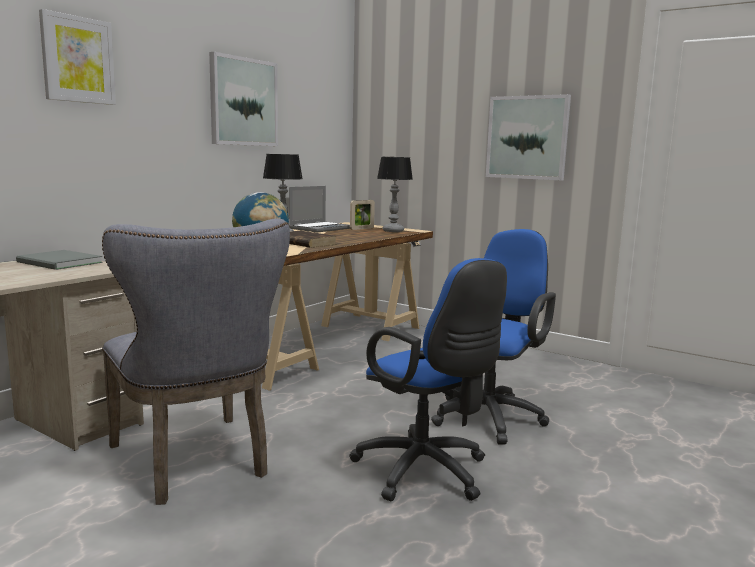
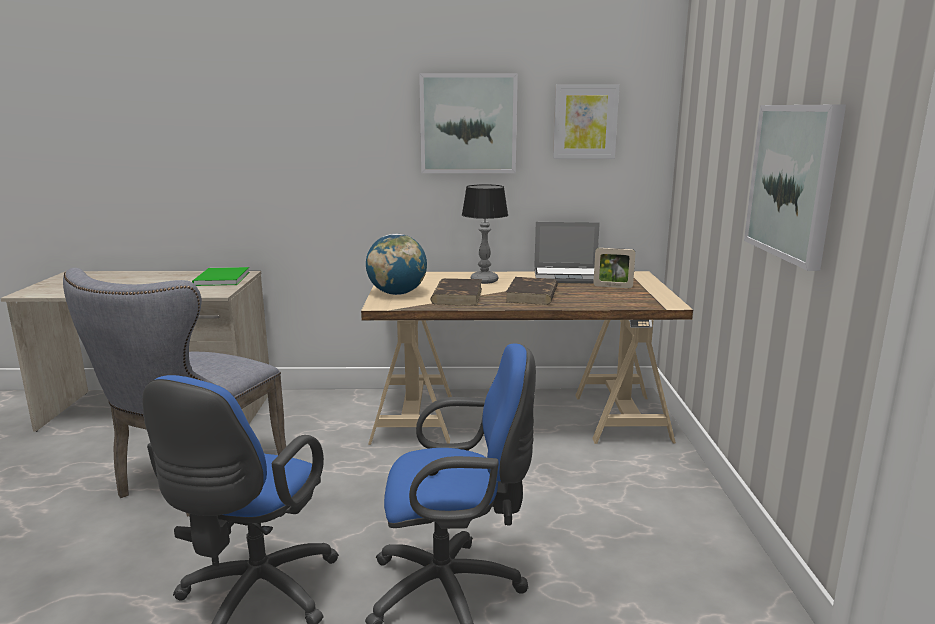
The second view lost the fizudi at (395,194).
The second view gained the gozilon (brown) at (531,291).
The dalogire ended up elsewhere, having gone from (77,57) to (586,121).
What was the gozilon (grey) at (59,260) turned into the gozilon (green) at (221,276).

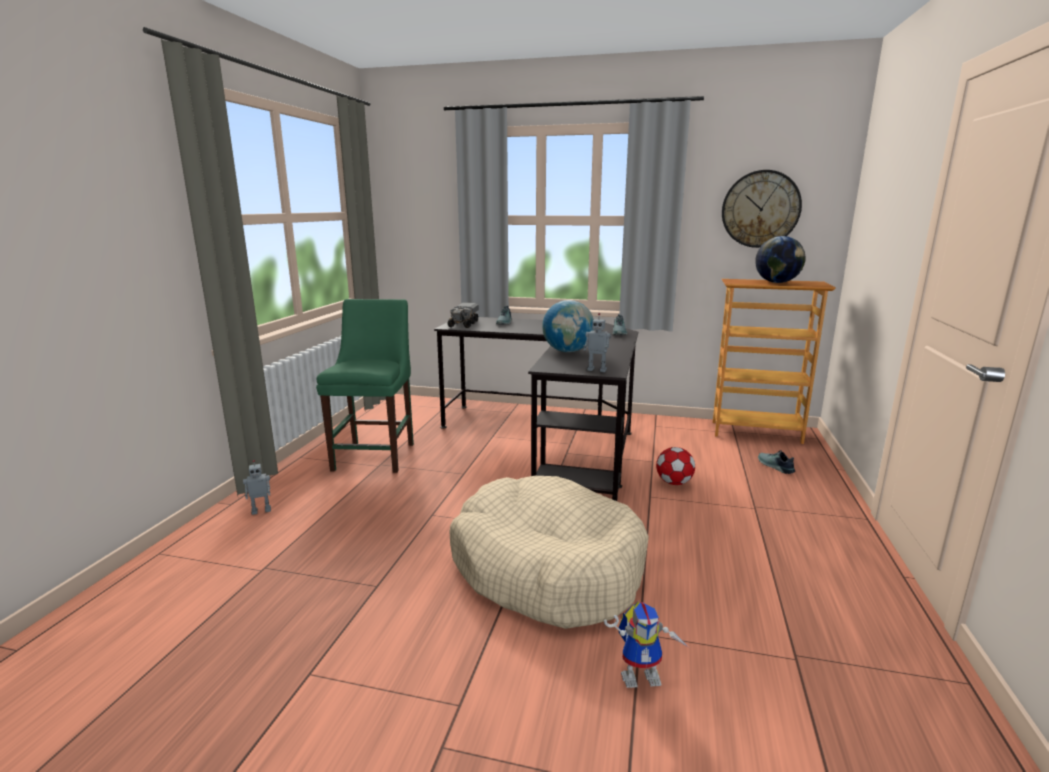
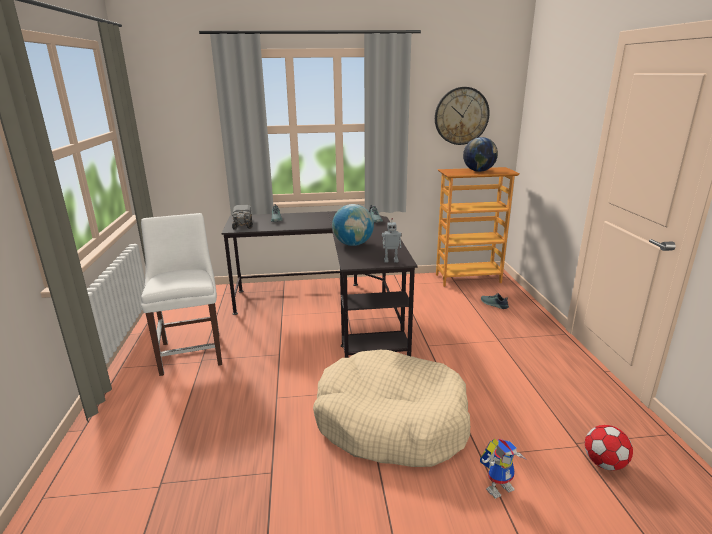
The second view lost the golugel at (257,487).
The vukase ended up elsewhere, having gone from (675,466) to (609,448).
What was the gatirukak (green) at (365,386) turned into the gatirukak (white) at (181,294).

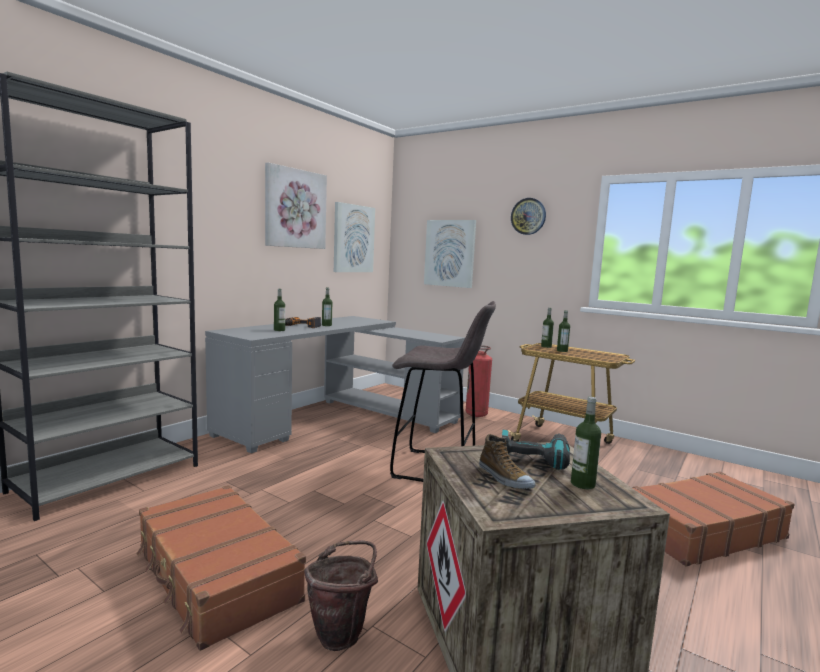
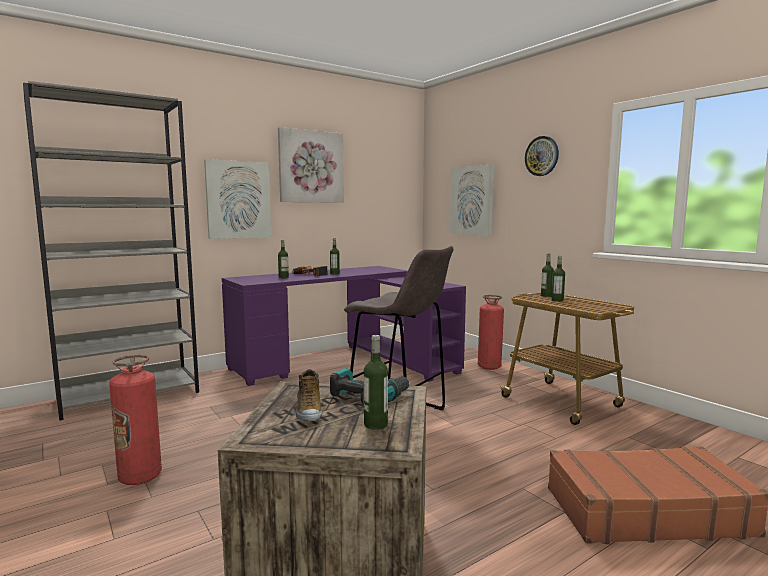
The second view lost the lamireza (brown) at (341,595).
The dalogire ended up elsewhere, having gone from (354,237) to (237,199).
Where the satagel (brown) stood at (221,568), the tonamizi came to stand at (135,420).
What was the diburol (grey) at (335,384) turned into the diburol (purple) at (344,326).

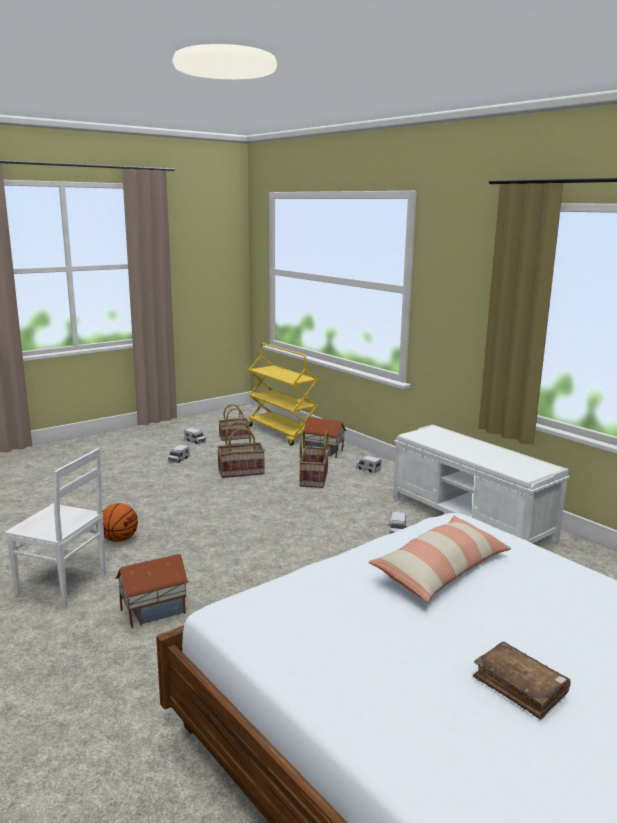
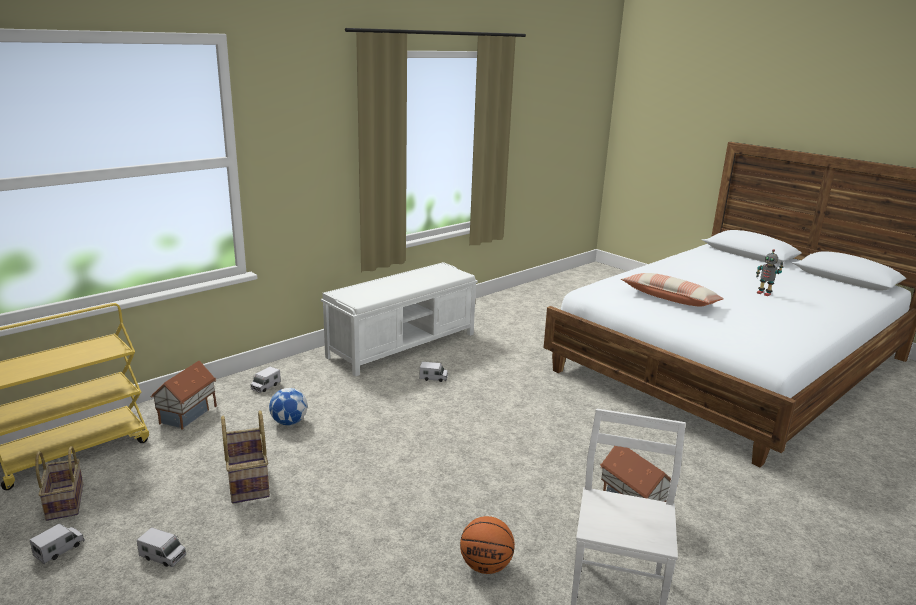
Where the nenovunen stood at (314,459), the vukase came to stand at (288,406).
Where the gozilon (brown) stood at (522,681), the golugel came to stand at (769,272).

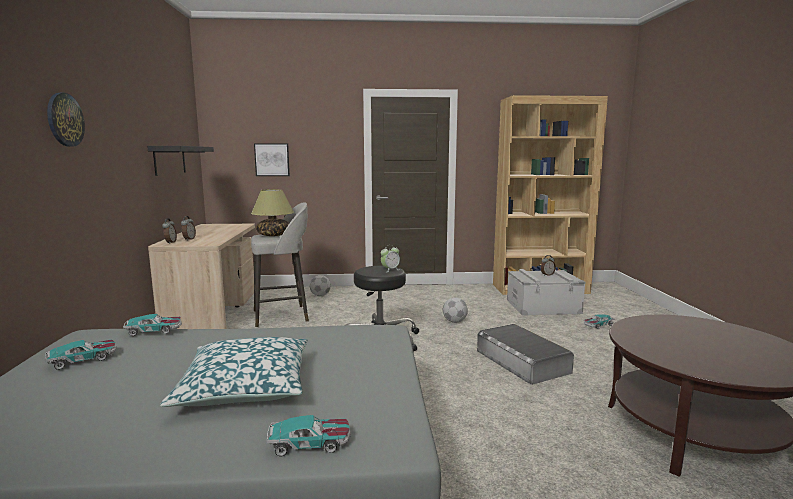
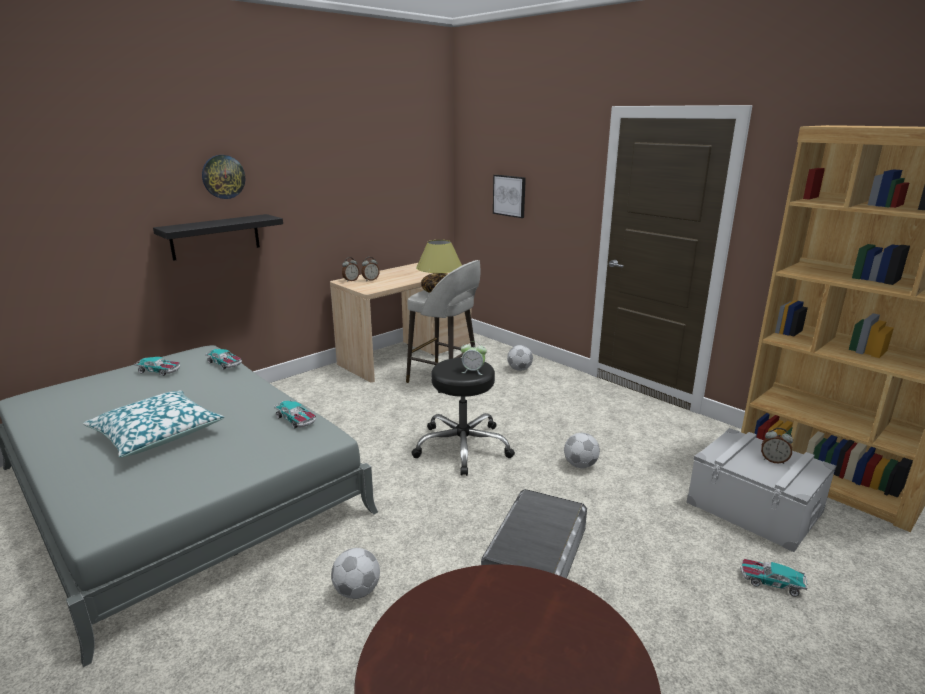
The second view gained the vukase at (355,573).
The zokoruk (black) ended up elsewhere, having gone from (180,161) to (218,237).
The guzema ended up elsewhere, having gone from (308,436) to (295,414).

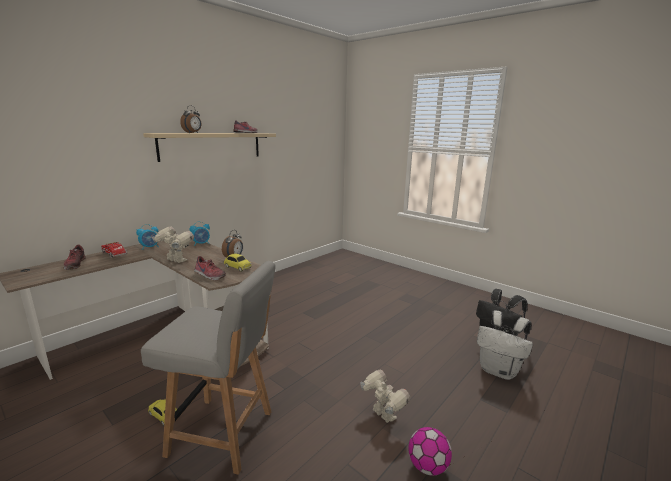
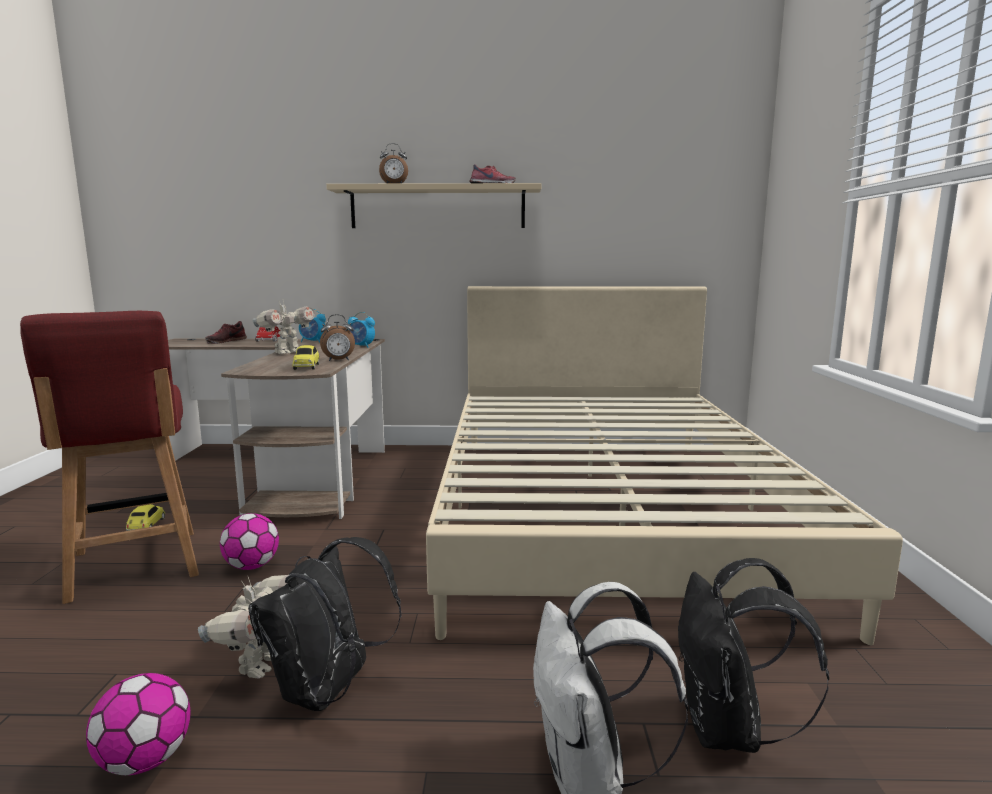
The second view lost the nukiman at (210,268).
The second view gained the vukase at (249,541).
The second view gained the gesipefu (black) at (325,624).
The second view gained the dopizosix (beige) at (664,465).
What was the gatirukak (grey) at (208,368) turned into the gatirukak (red) at (109,457).
The golugel at (173,244) ended up facing another way, 45 degrees clockwise from before.

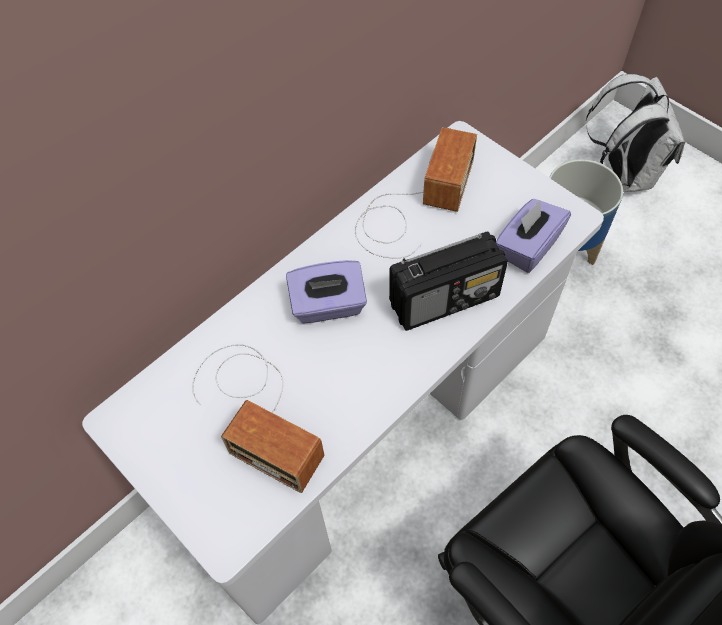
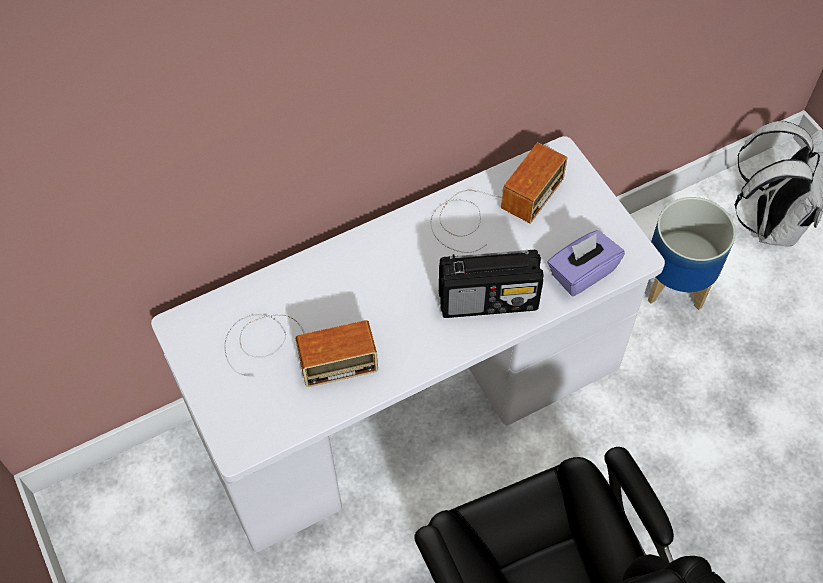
The second view lost the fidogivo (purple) at (326,291).
The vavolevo at (258,418) ended up facing another way, 60 degrees counterclockwise from before.

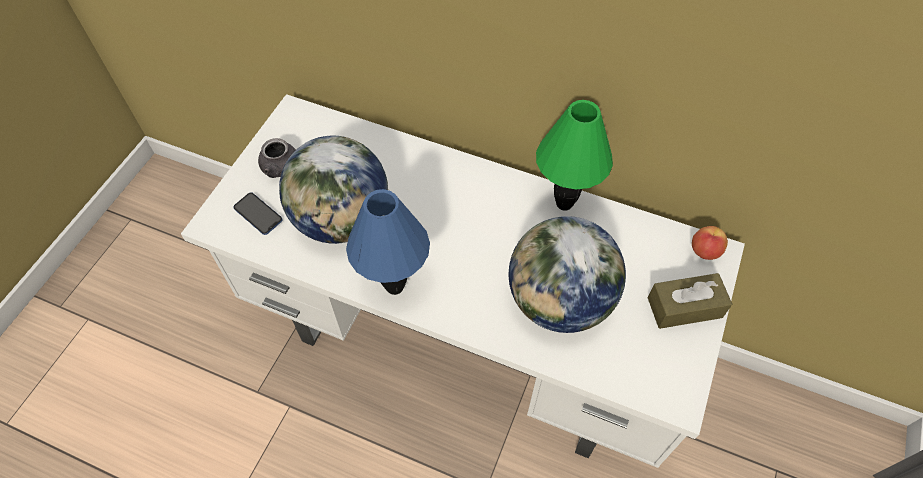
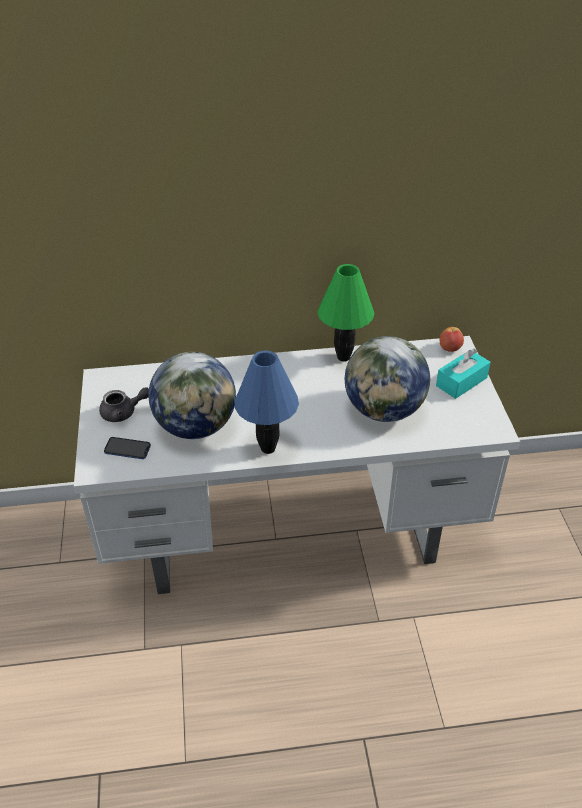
What was the fidogivo (brown) at (690,301) turned into the fidogivo (turquoise) at (463,374).

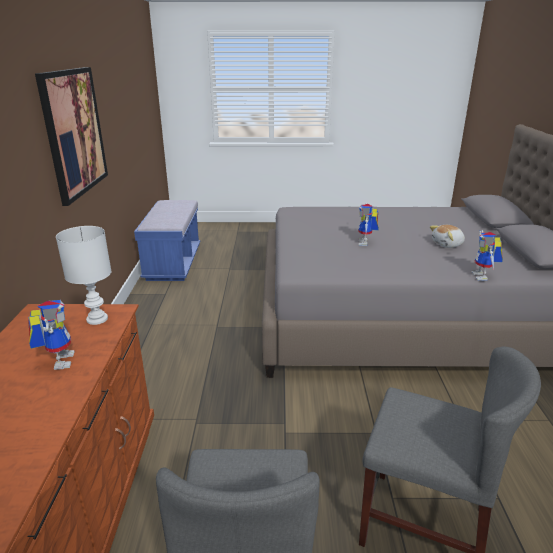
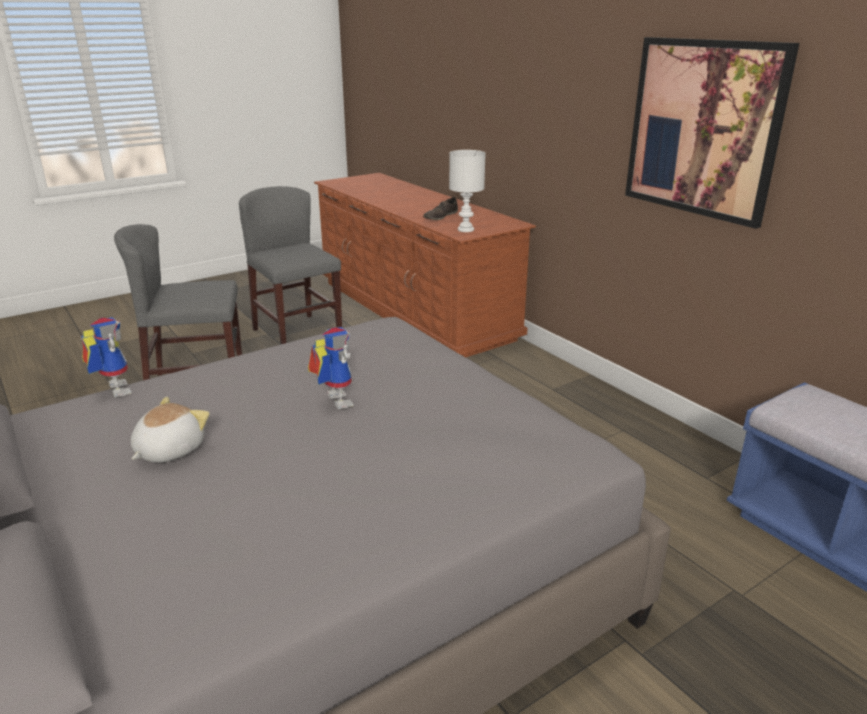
Where the golugel stood at (51,335), the nukiman (brown) came to stand at (440,208).

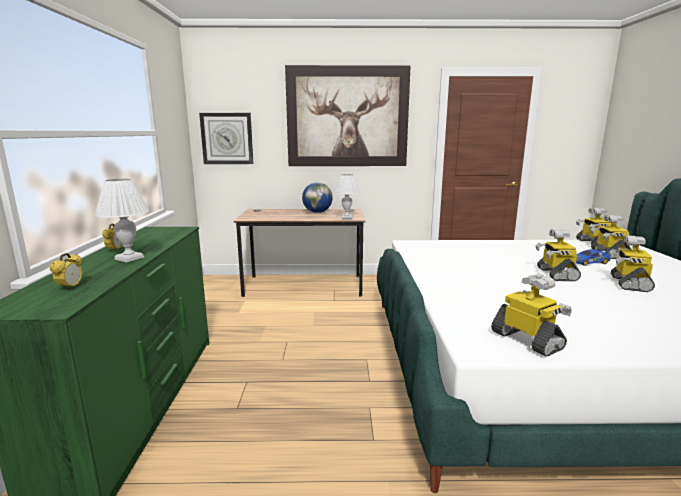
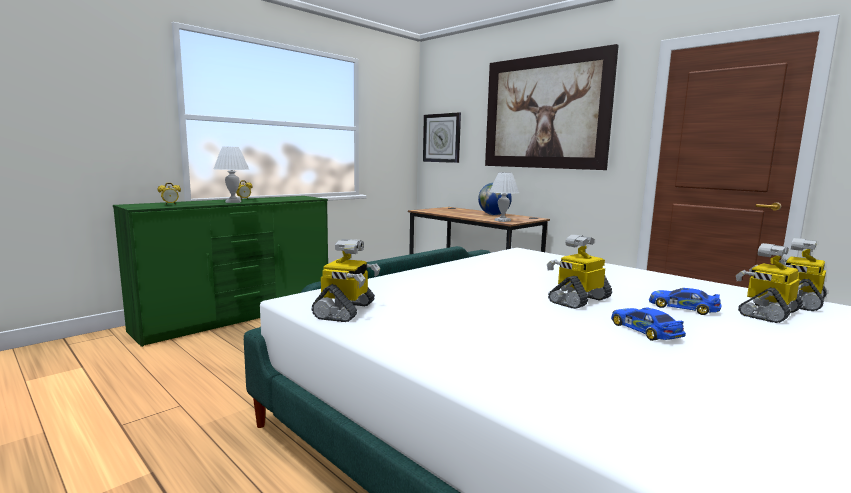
Where the golugel stood at (632,263), the guzema came to stand at (648,324).

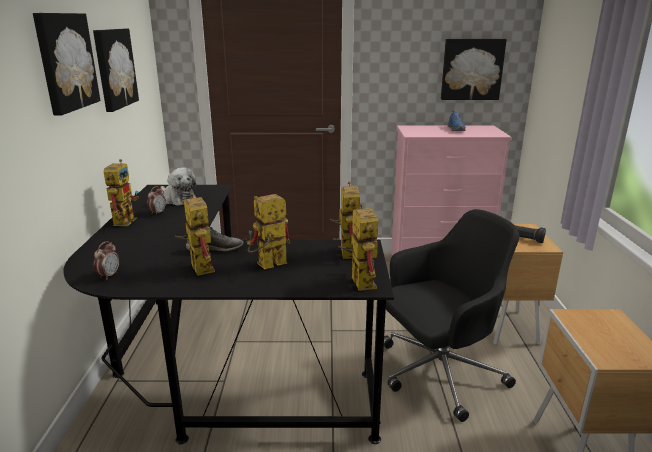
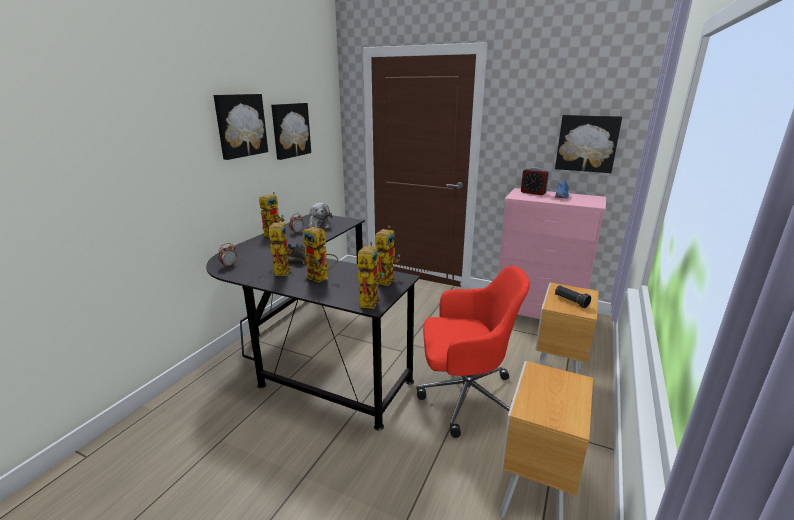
The second view gained the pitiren at (535,181).
What was the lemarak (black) at (451,315) turned into the lemarak (red) at (473,352).
The golugel at (268,231) ended up facing another way, 135 degrees counterclockwise from before.

